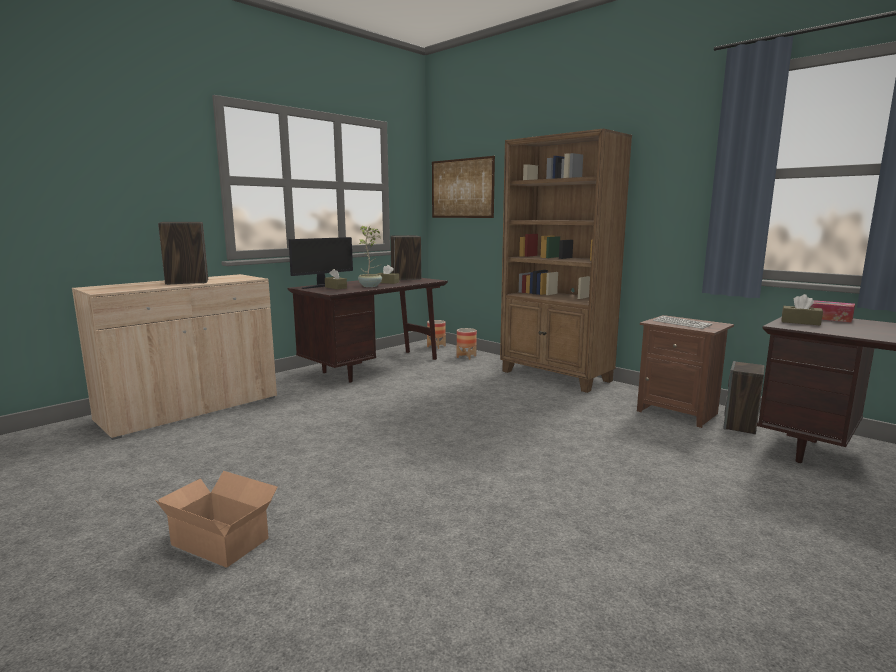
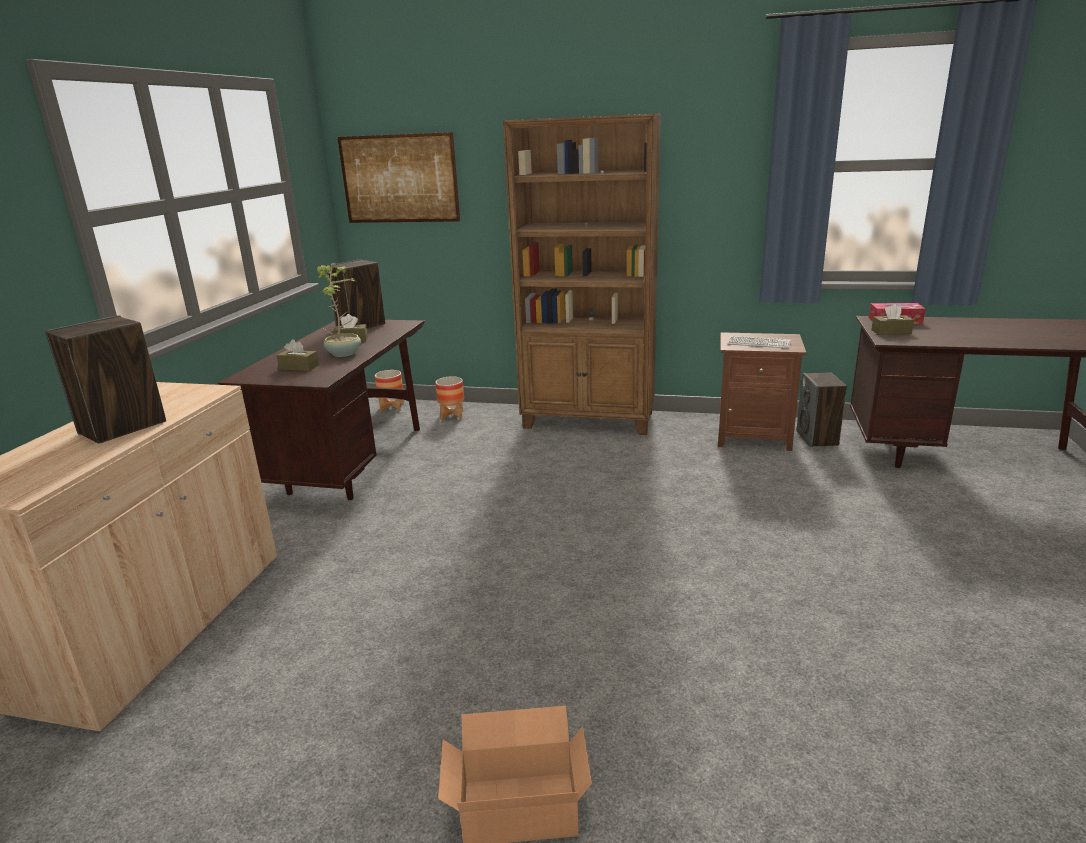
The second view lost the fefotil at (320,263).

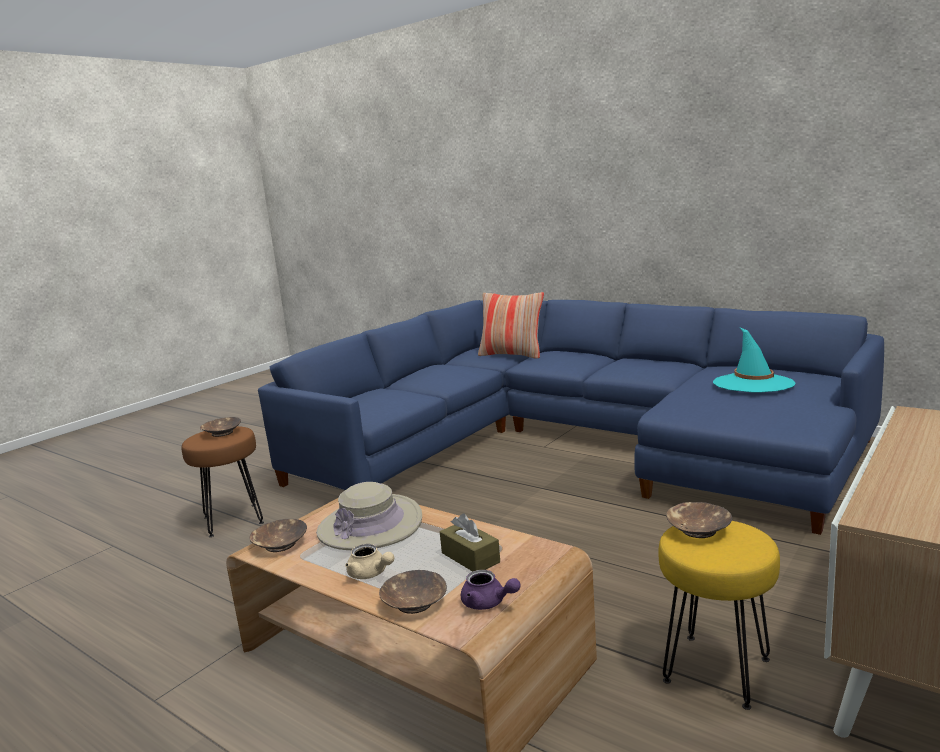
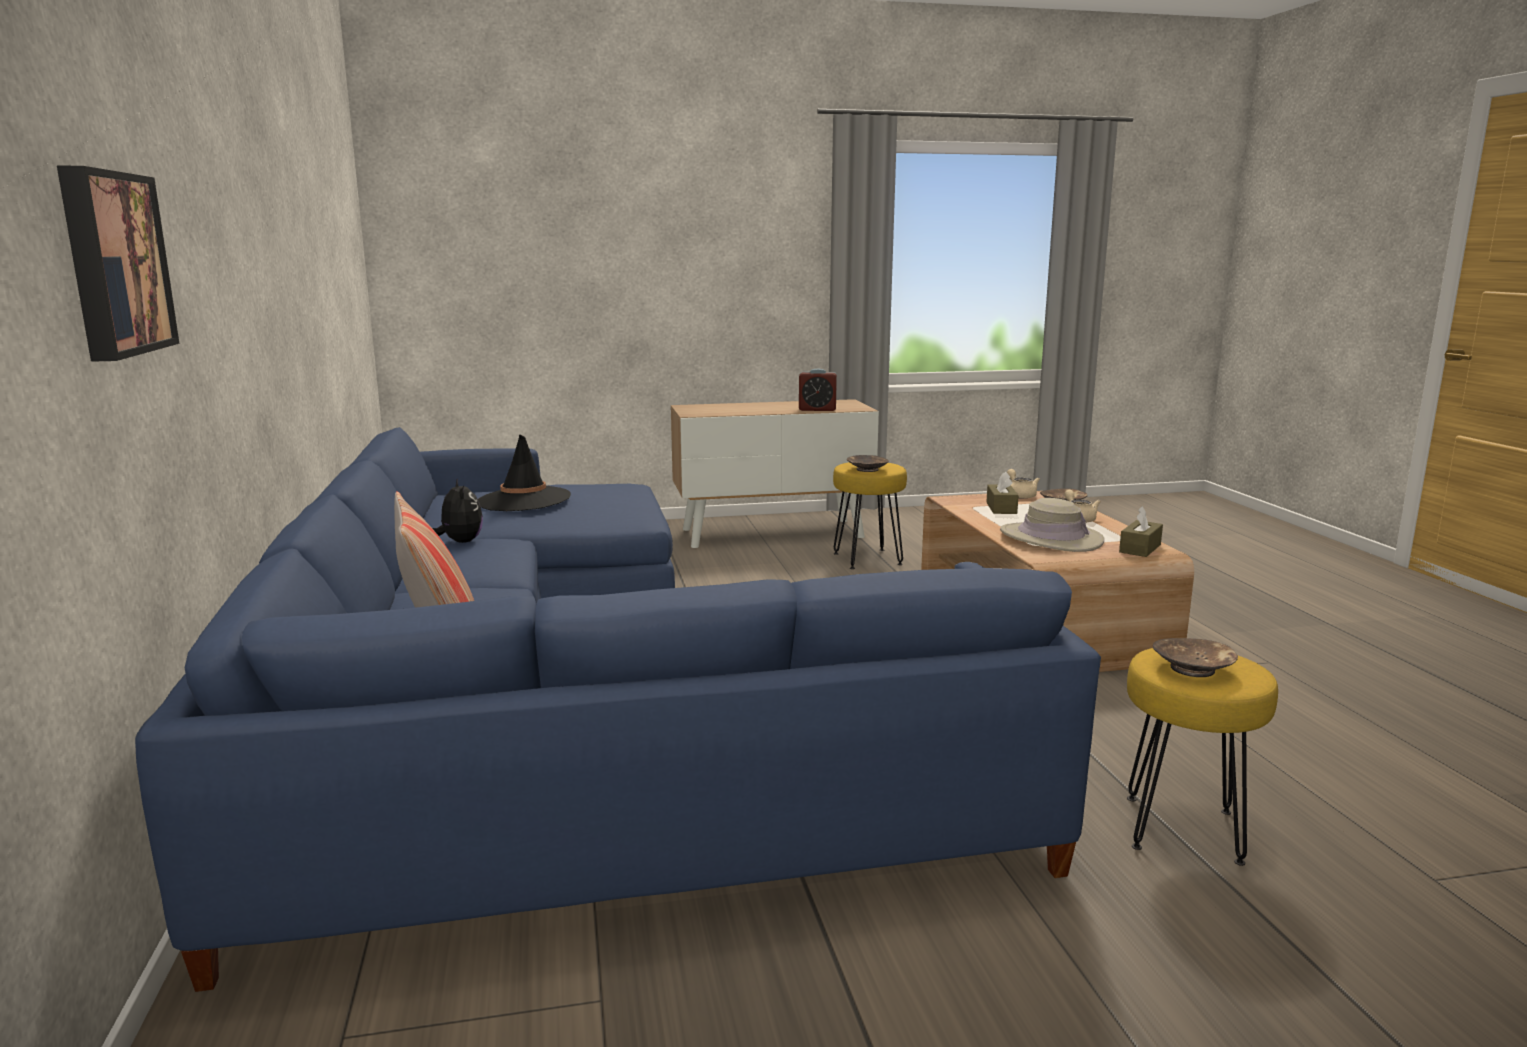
The second view gained the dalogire at (118,263).
The second view gained the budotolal at (457,510).
The second view gained the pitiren at (818,389).
Where the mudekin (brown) stood at (278,535), the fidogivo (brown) came to stand at (1141,531).
What was the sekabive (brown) at (223,481) turned into the sekabive (yellow) at (1202,757).
What was the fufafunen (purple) at (491,590) turned into the fufafunen (beige) at (1023,484).
What was the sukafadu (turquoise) at (754,359) turned into the sukafadu (black) at (524,472).

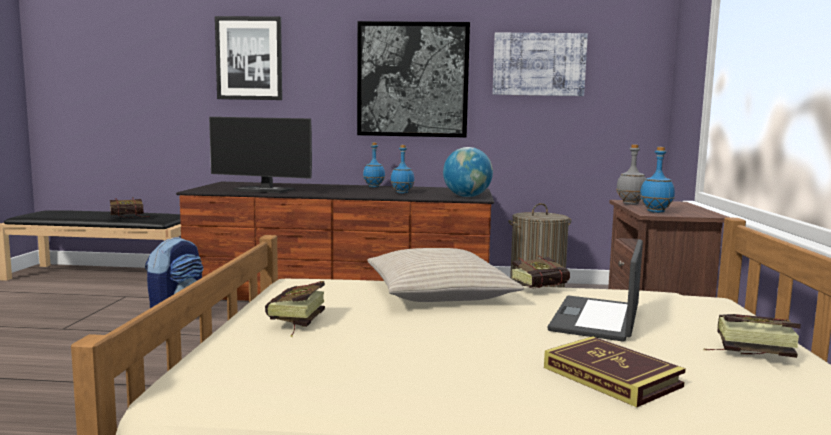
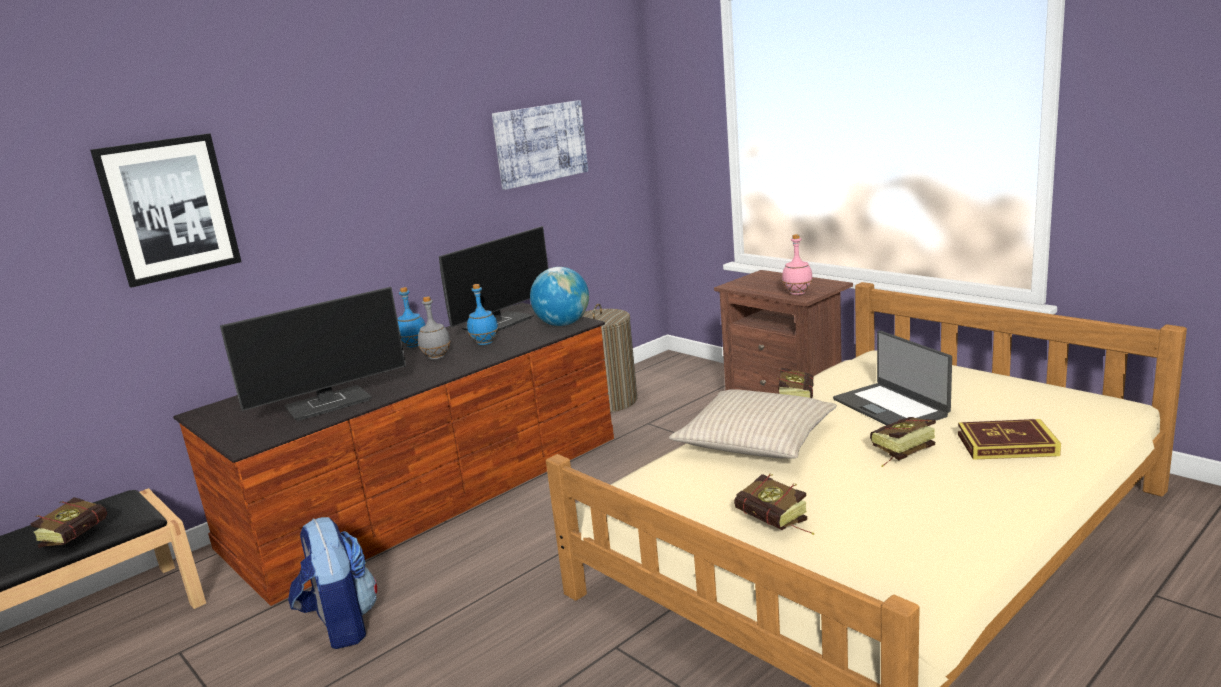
The second view lost the dalogire at (413,79).
The second view gained the fefotil at (493,278).
The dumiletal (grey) ended up elsewhere, having gone from (631,174) to (434,328).
The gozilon ended up elsewhere, having gone from (753,336) to (903,442).
What was the dumiletal (blue) at (657,180) turned into the dumiletal (pink) at (797,264).

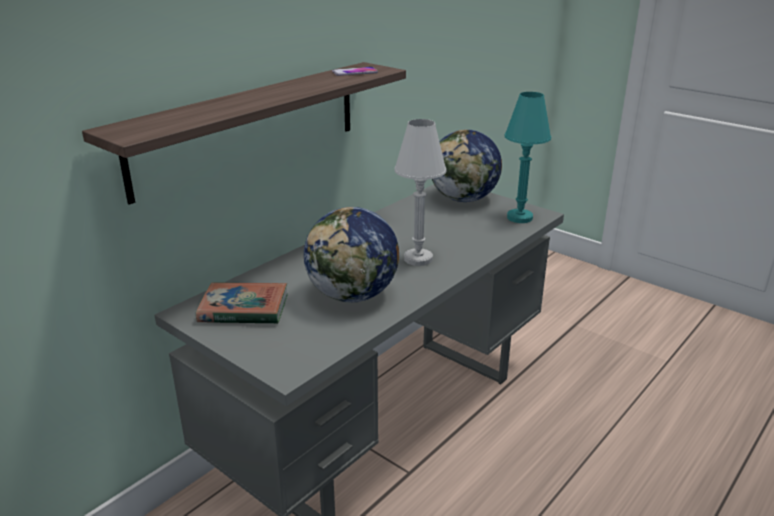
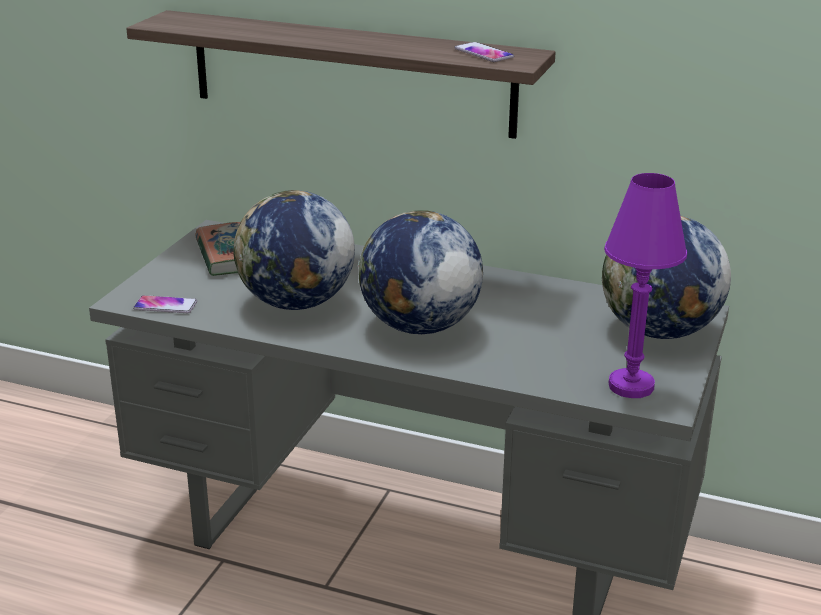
The second view gained the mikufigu at (165,304).
Where the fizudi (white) stood at (420,192), the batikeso came to stand at (420,272).
What was the fizudi (turquoise) at (527,157) turned into the fizudi (purple) at (645,285).

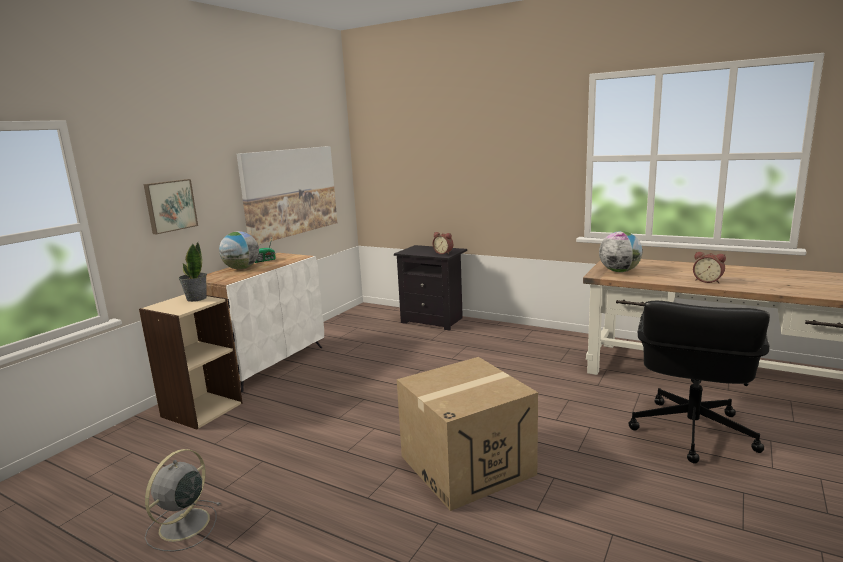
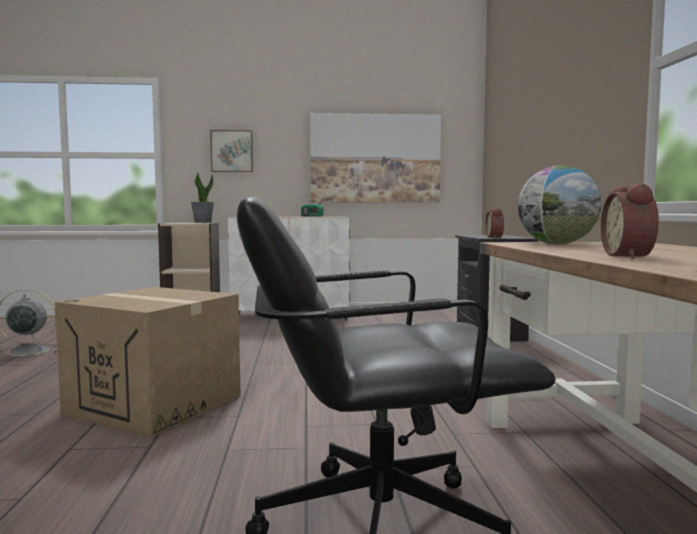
The second view lost the batikeso at (239,250).

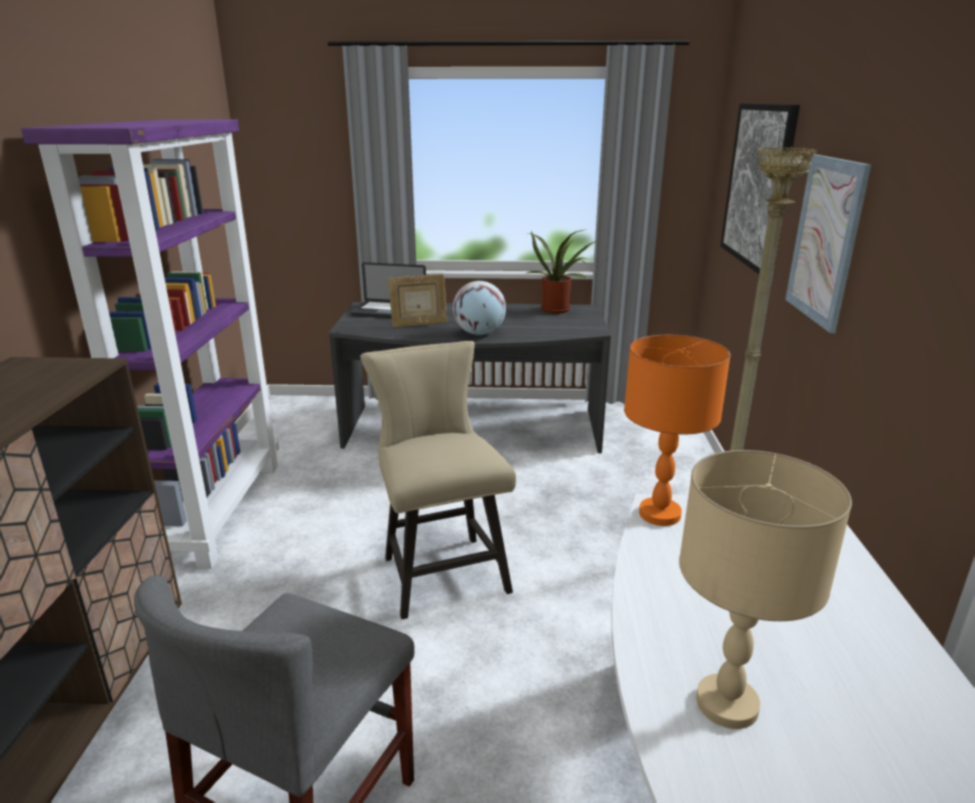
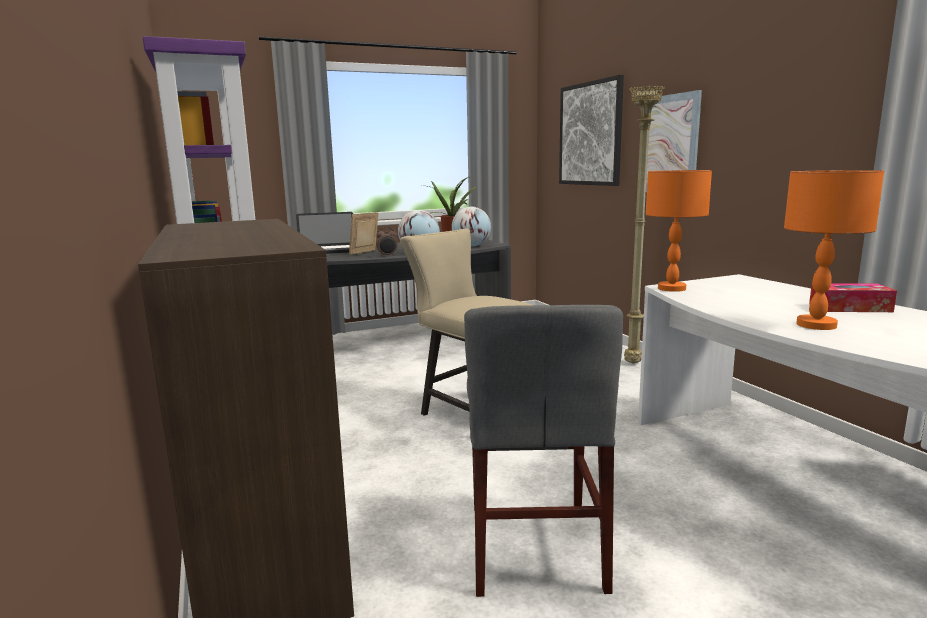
The second view gained the pitiren at (386,242).
The second view gained the batikeso at (471,227).
The second view gained the fidogivo at (853,297).
What was the fizudi (beige) at (765,589) turned into the fizudi (orange) at (834,250).
The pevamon at (418,300) ended up facing another way, 150 degrees clockwise from before.

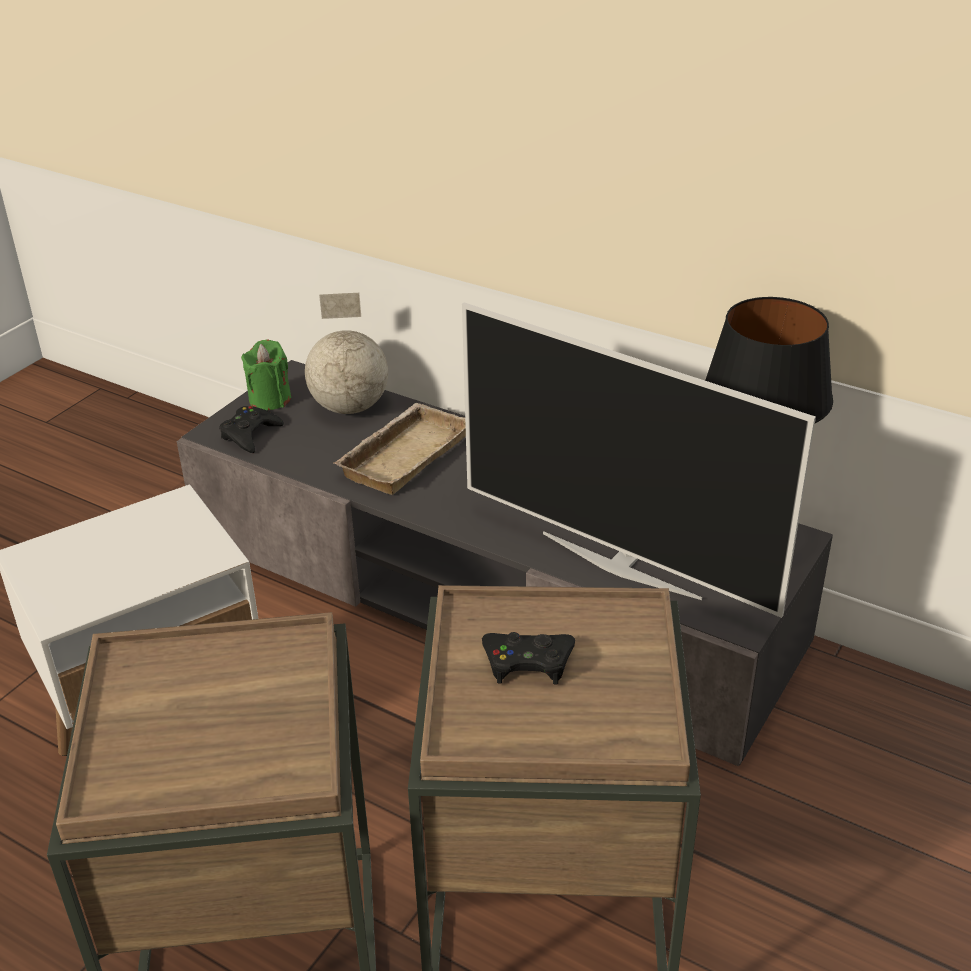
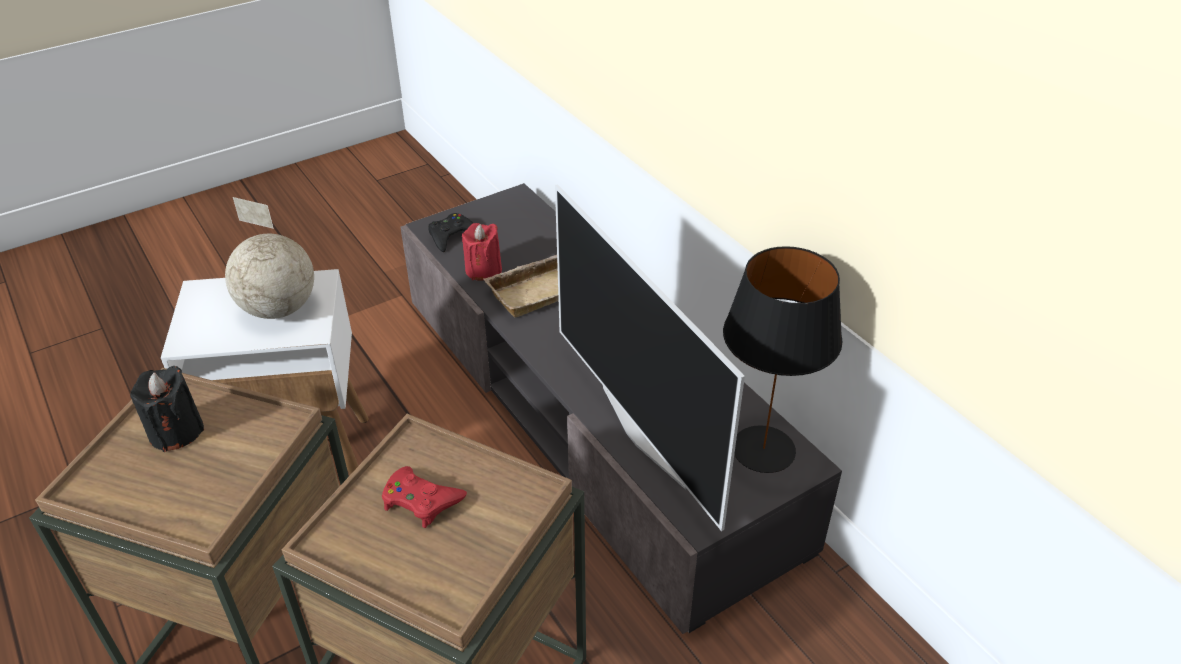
The second view lost the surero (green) at (266,374).
The second view gained the surero (black) at (167,409).
The second view gained the surero (red) at (482,252).
The batikeso ended up elsewhere, having gone from (346,353) to (269,258).
What was the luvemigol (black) at (528,658) turned into the luvemigol (red) at (424,497).

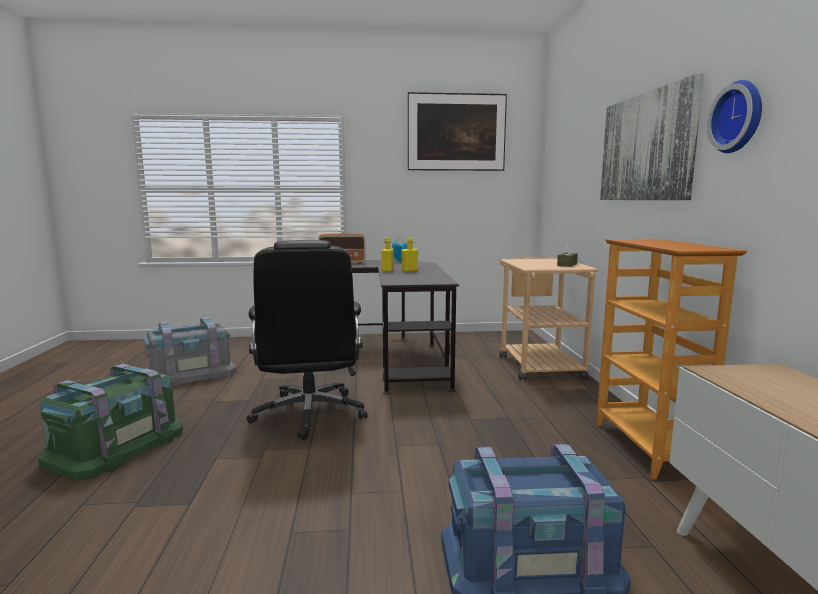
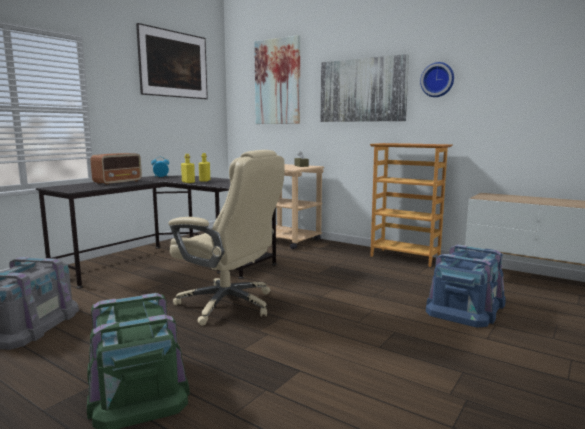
The second view gained the dalogire at (277,79).
What was the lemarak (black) at (307,340) turned into the lemarak (beige) at (227,238).

